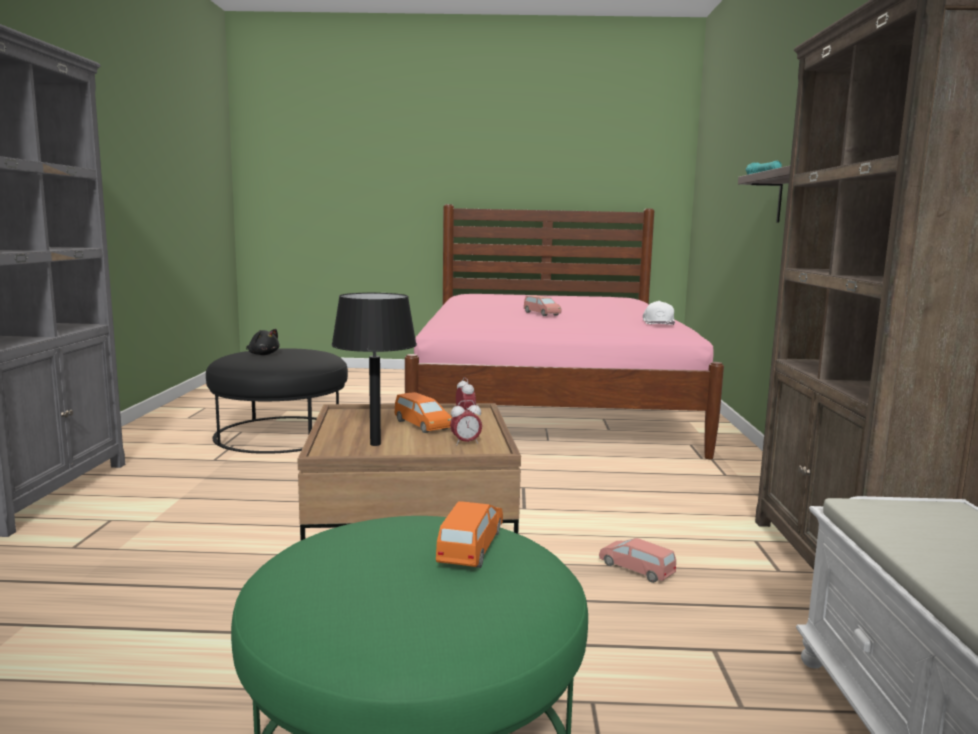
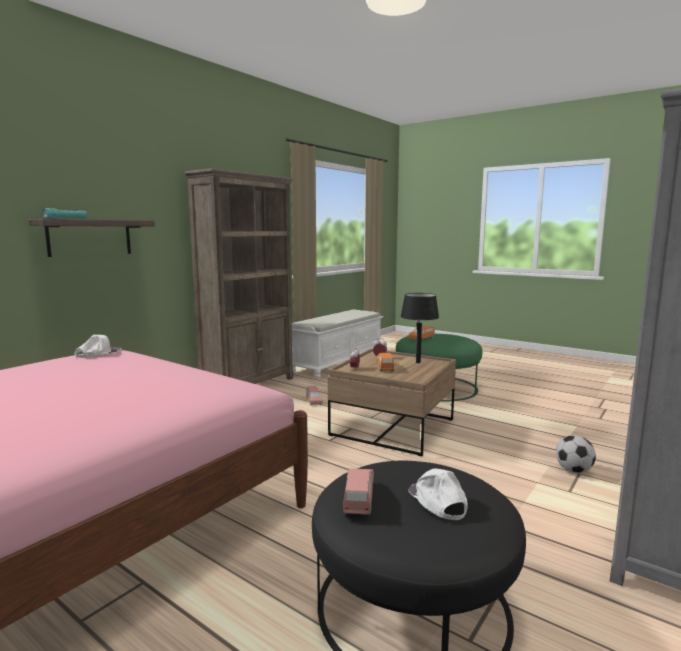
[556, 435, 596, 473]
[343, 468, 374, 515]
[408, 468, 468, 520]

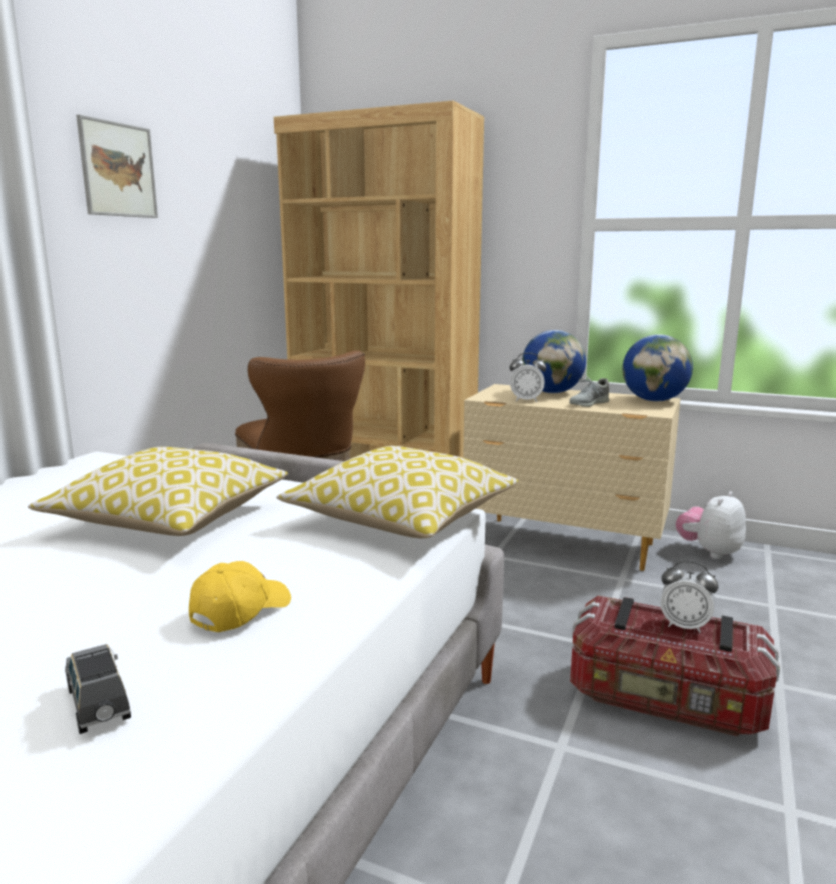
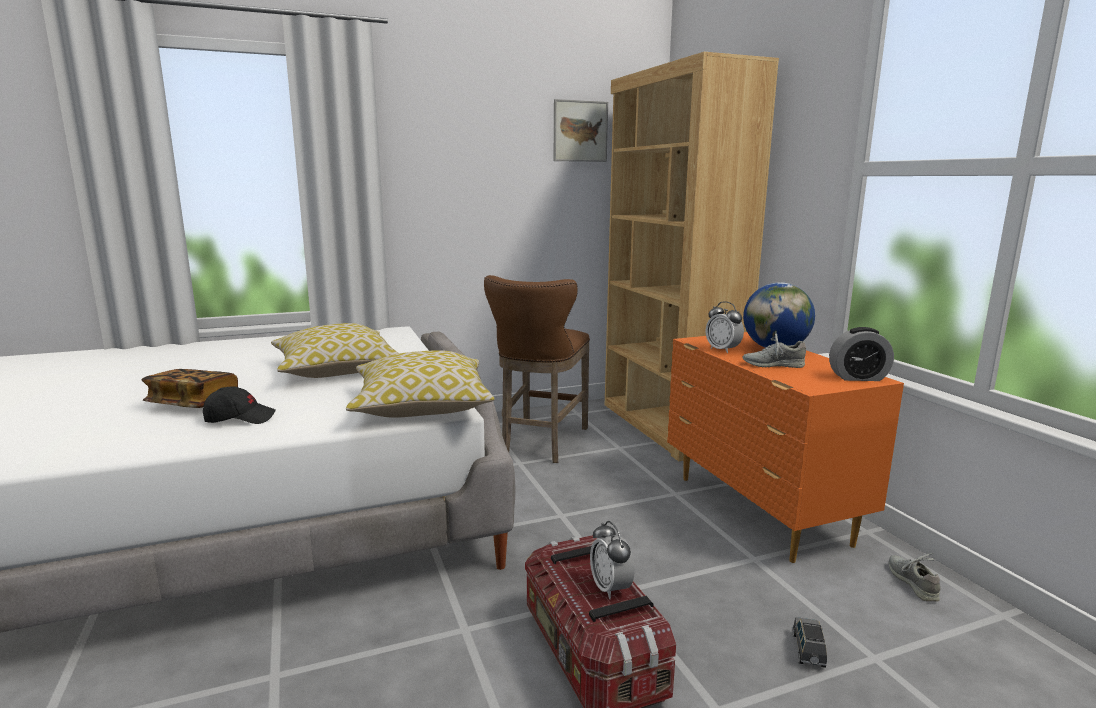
[142, 369, 238, 408]
[793, 617, 827, 668]
[554, 99, 608, 162]
[829, 327, 894, 381]
[889, 553, 941, 601]
[203, 386, 276, 424]
[667, 332, 904, 563]

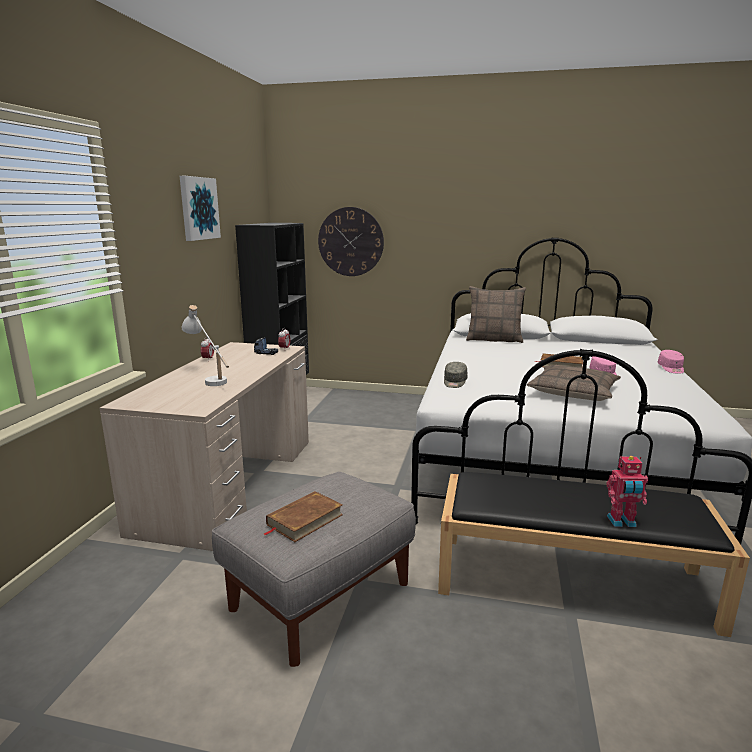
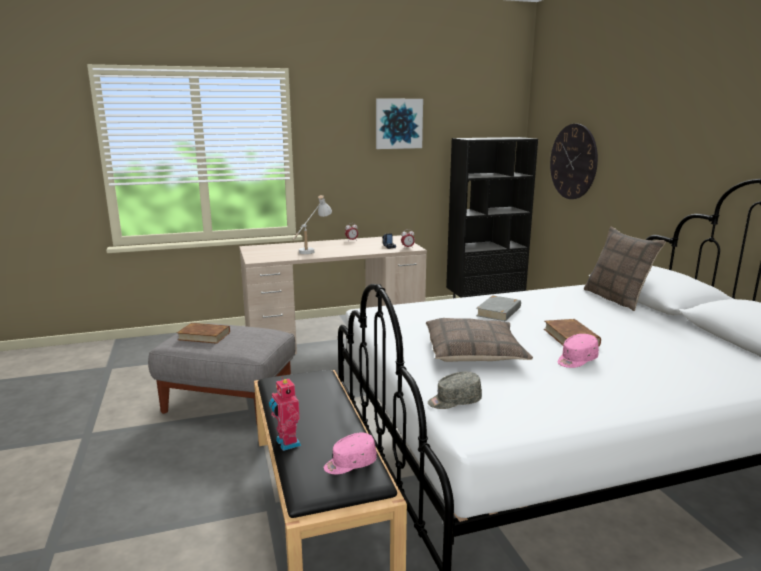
[476, 295, 521, 321]
[428, 372, 482, 409]
[324, 433, 377, 474]

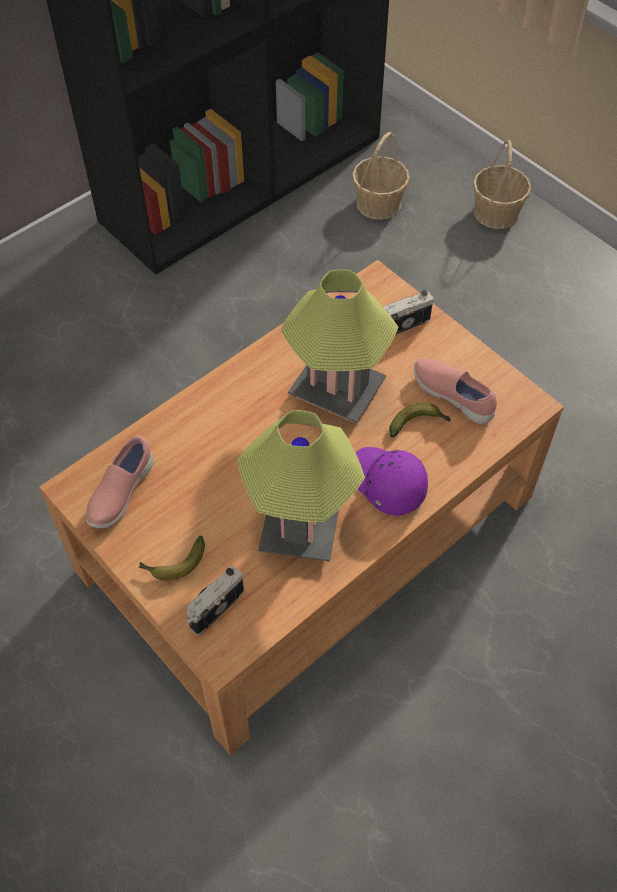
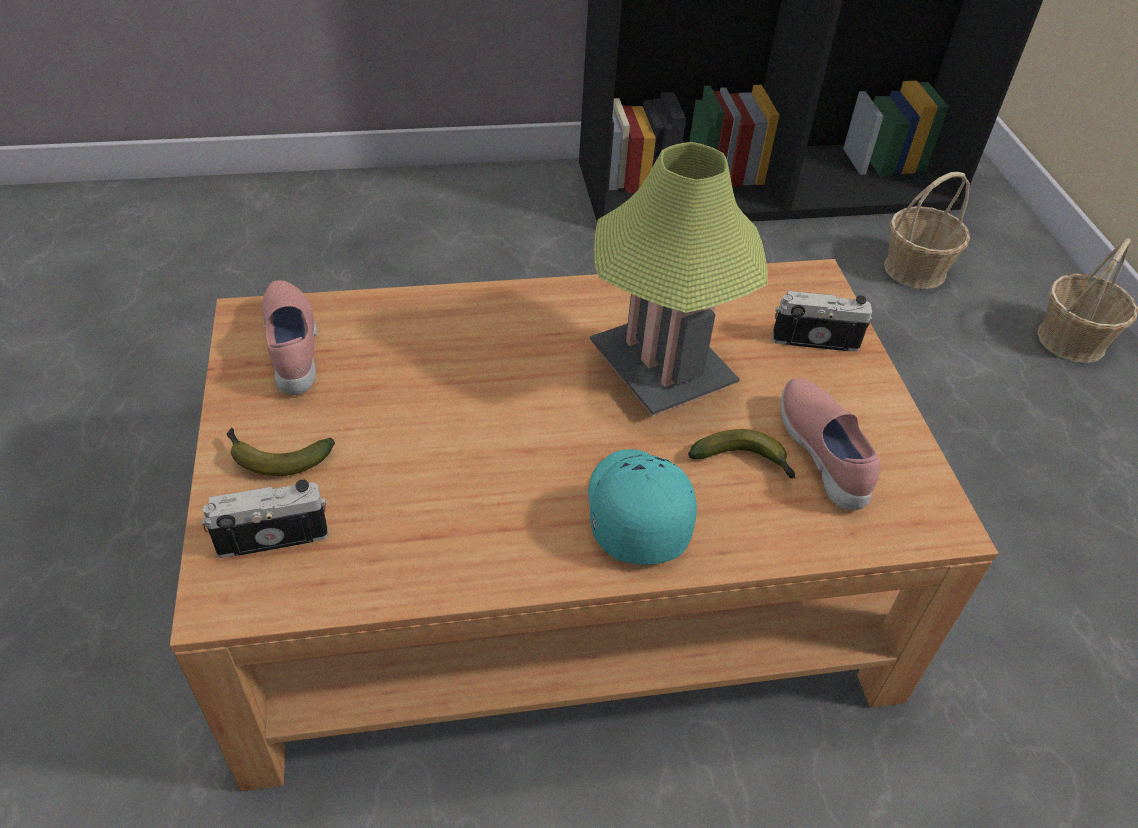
[237, 410, 365, 562] (first image)
[588, 449, 697, 565]
[262, 280, 317, 395]

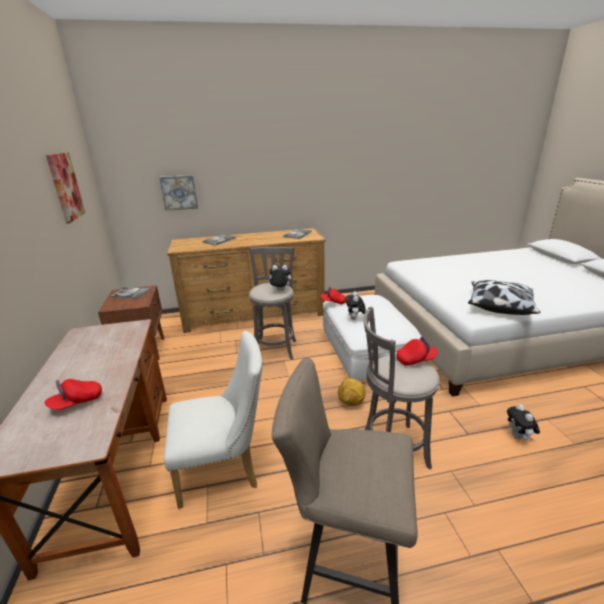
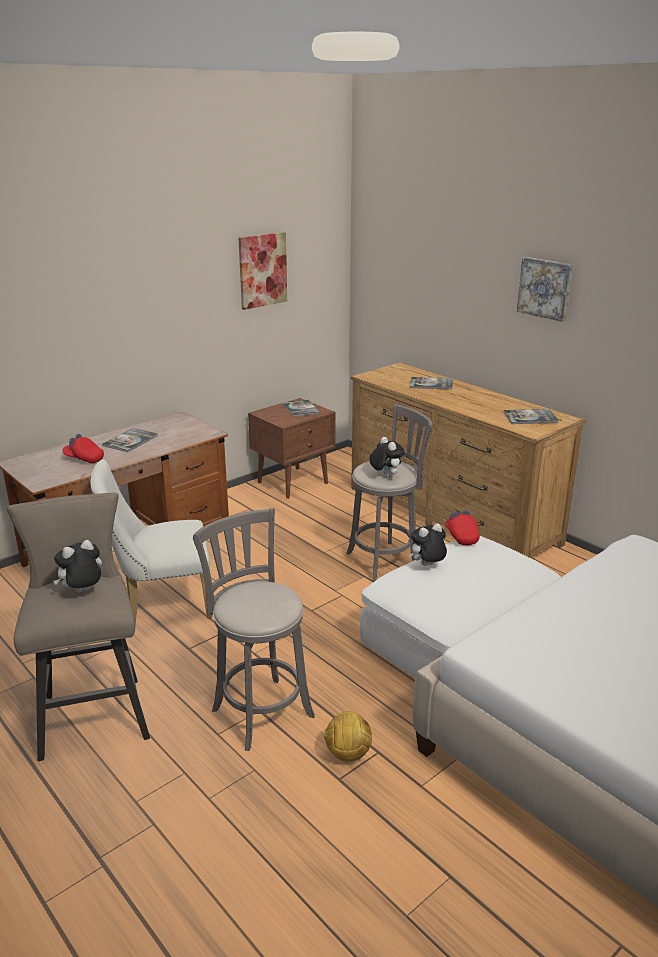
[396, 336, 438, 366] (first image)
[468, 280, 541, 315] (first image)
[102, 428, 158, 452]
[517, 257, 573, 322]
[324, 712, 372, 762]
[53, 540, 102, 592]
[90, 460, 212, 624]

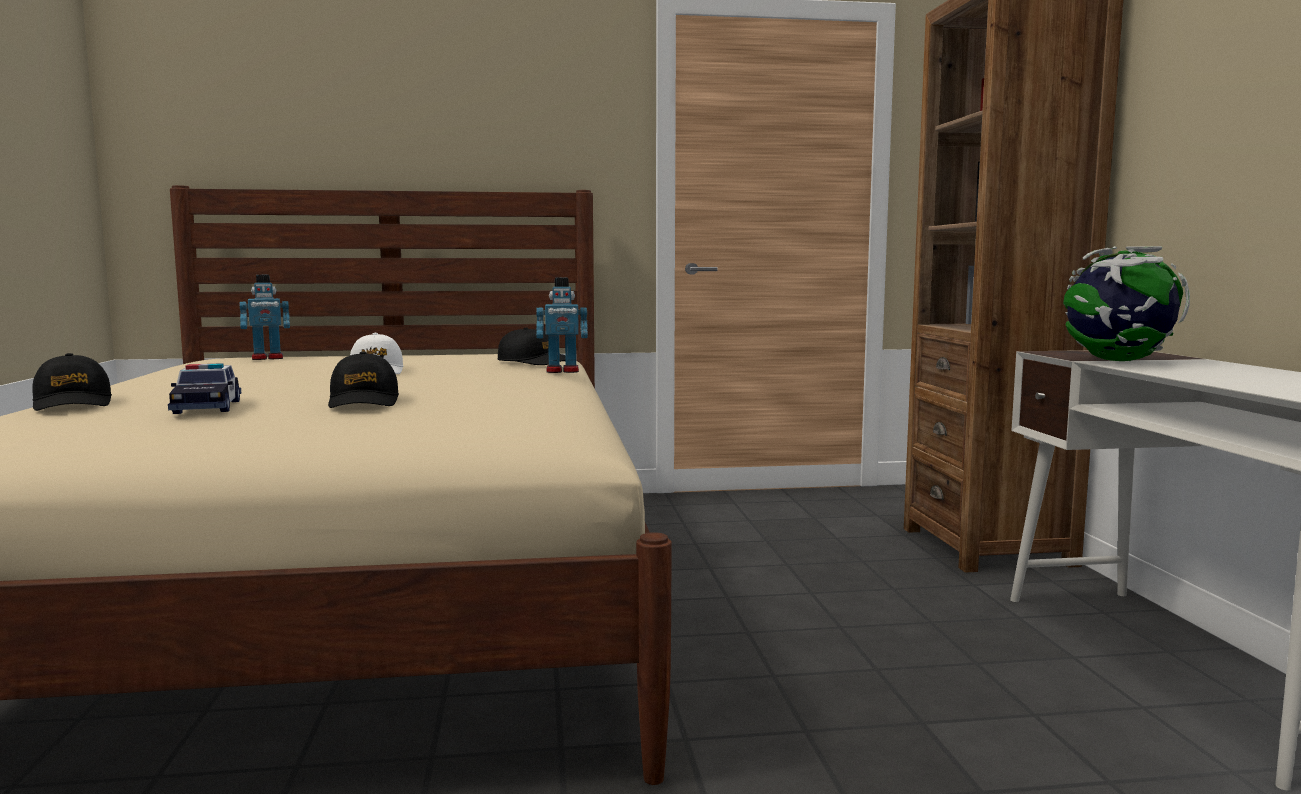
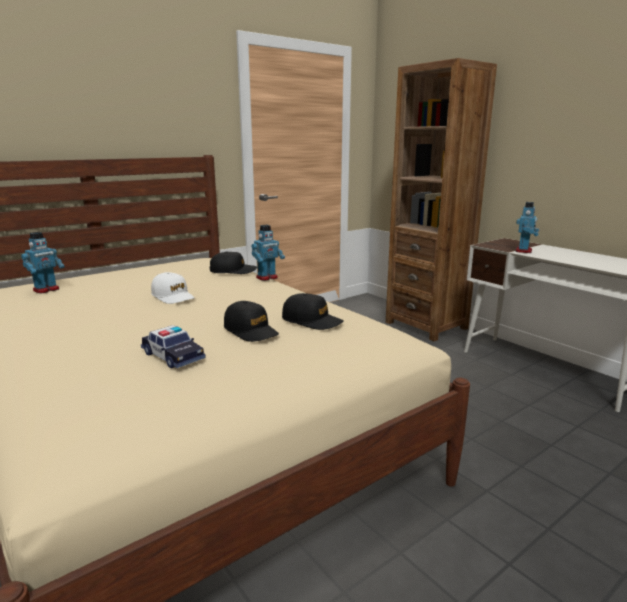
[282, 293, 344, 330]
[516, 202, 539, 253]

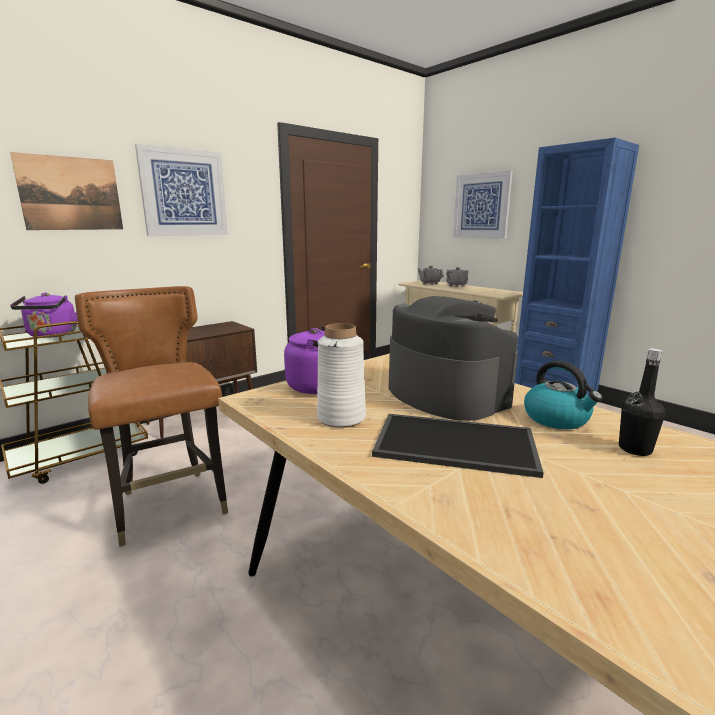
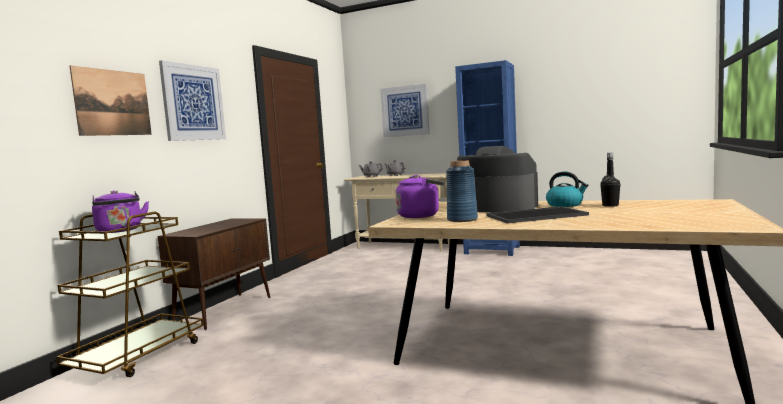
[75, 286, 228, 547] (first image)
[446, 160, 478, 222]

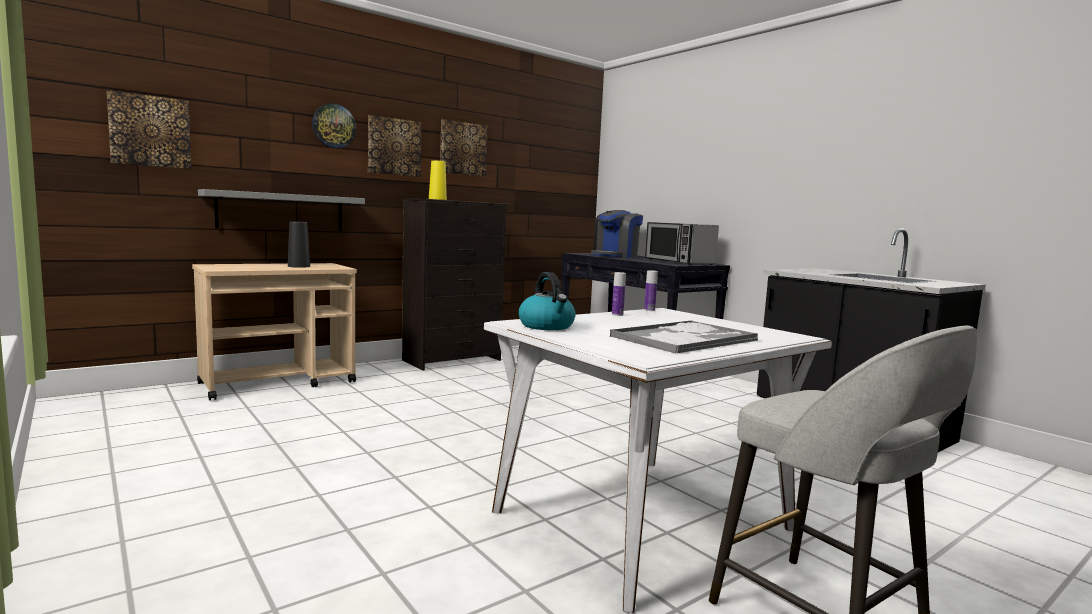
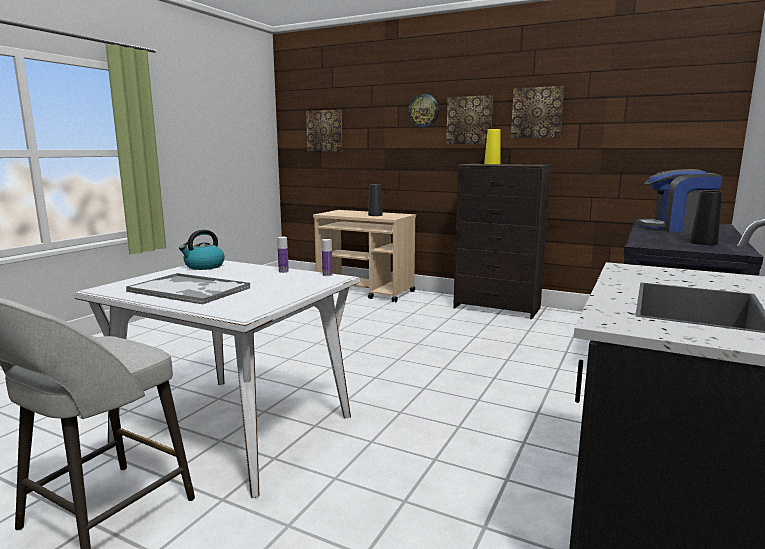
[198, 189, 365, 231] (first image)
[690, 191, 722, 245]

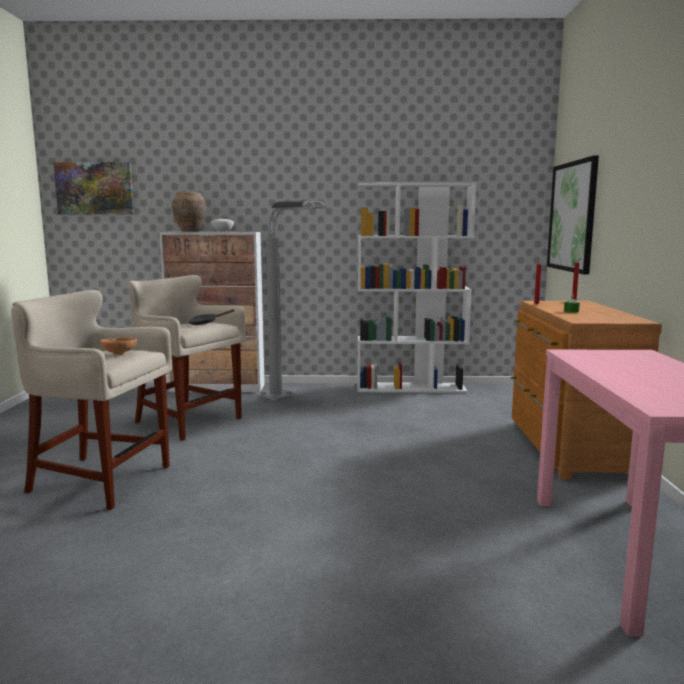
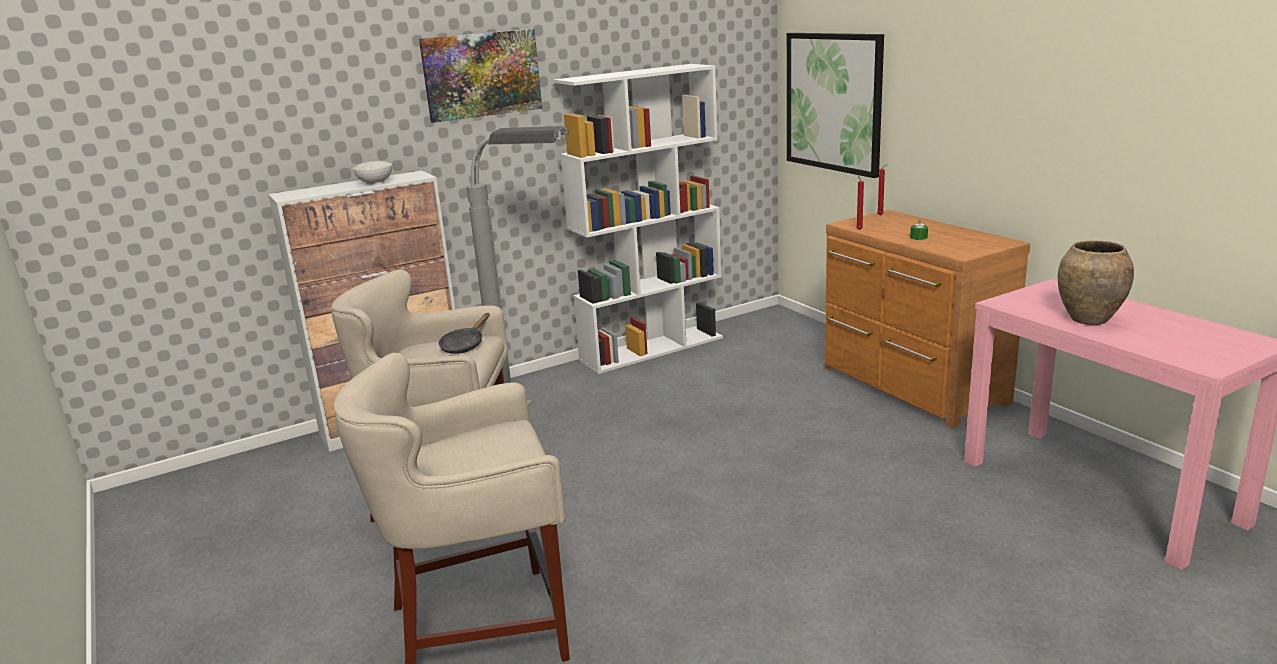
[100, 338, 137, 355] (first image)
[419, 29, 542, 123]
[1058, 240, 1134, 325]

